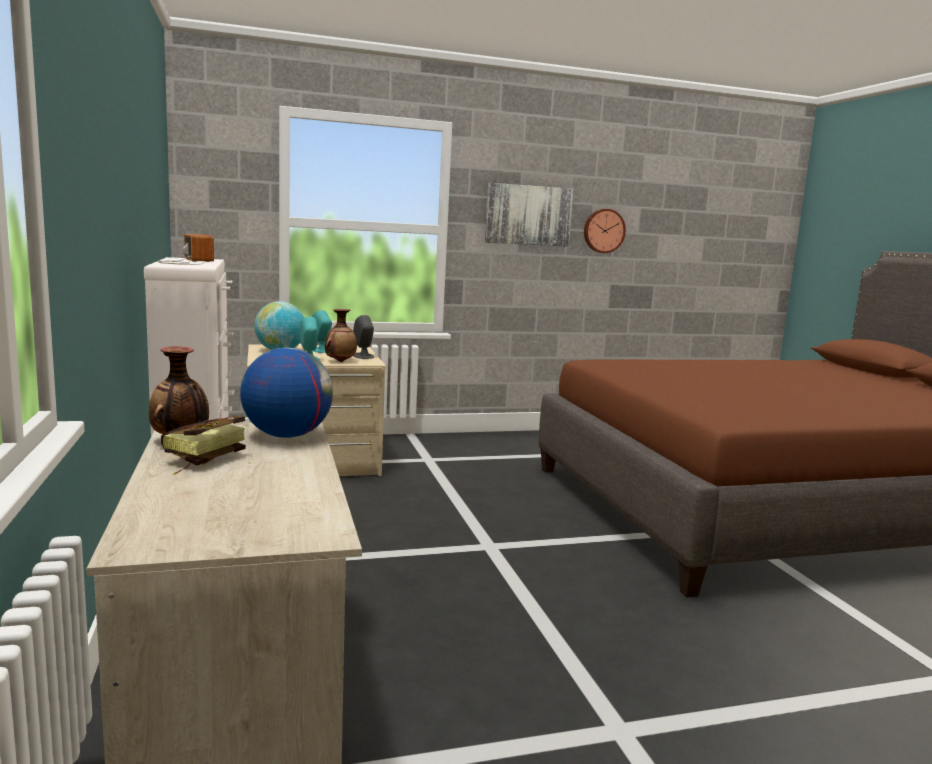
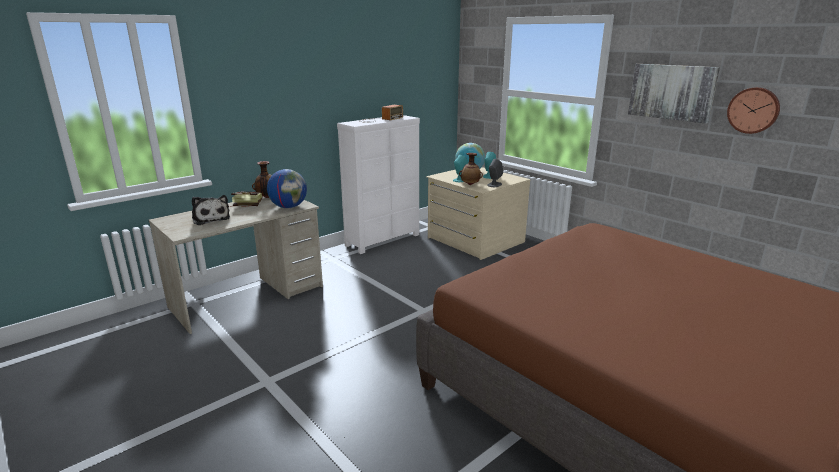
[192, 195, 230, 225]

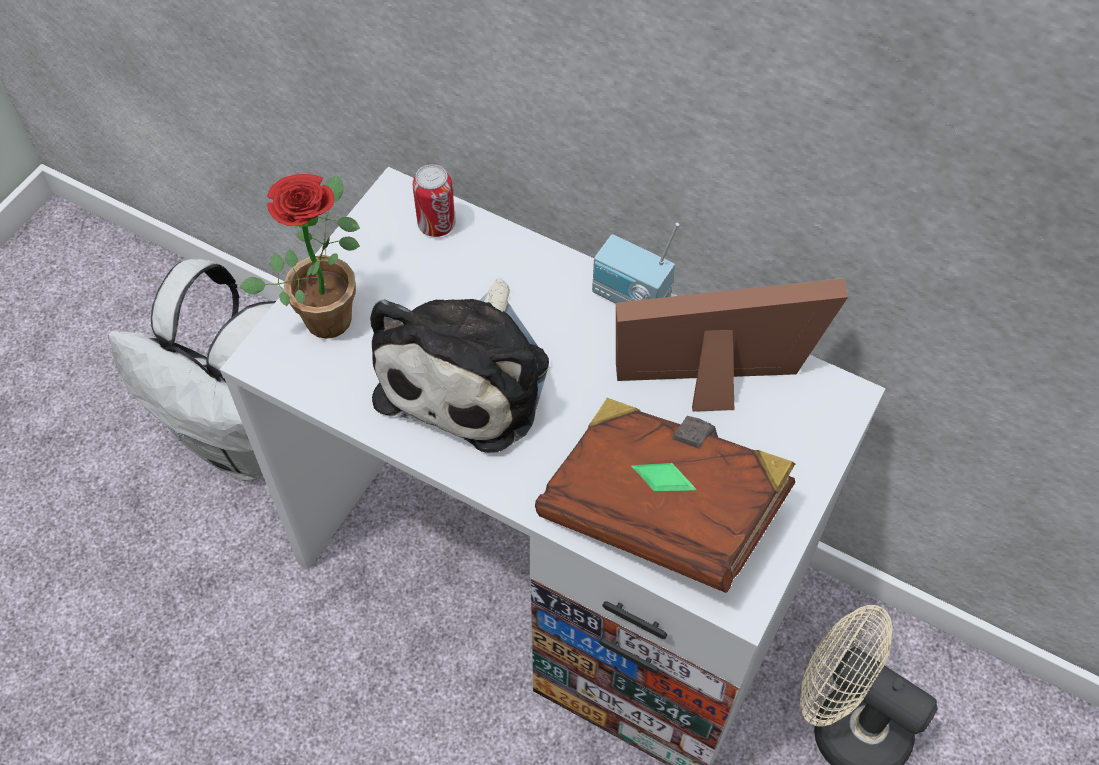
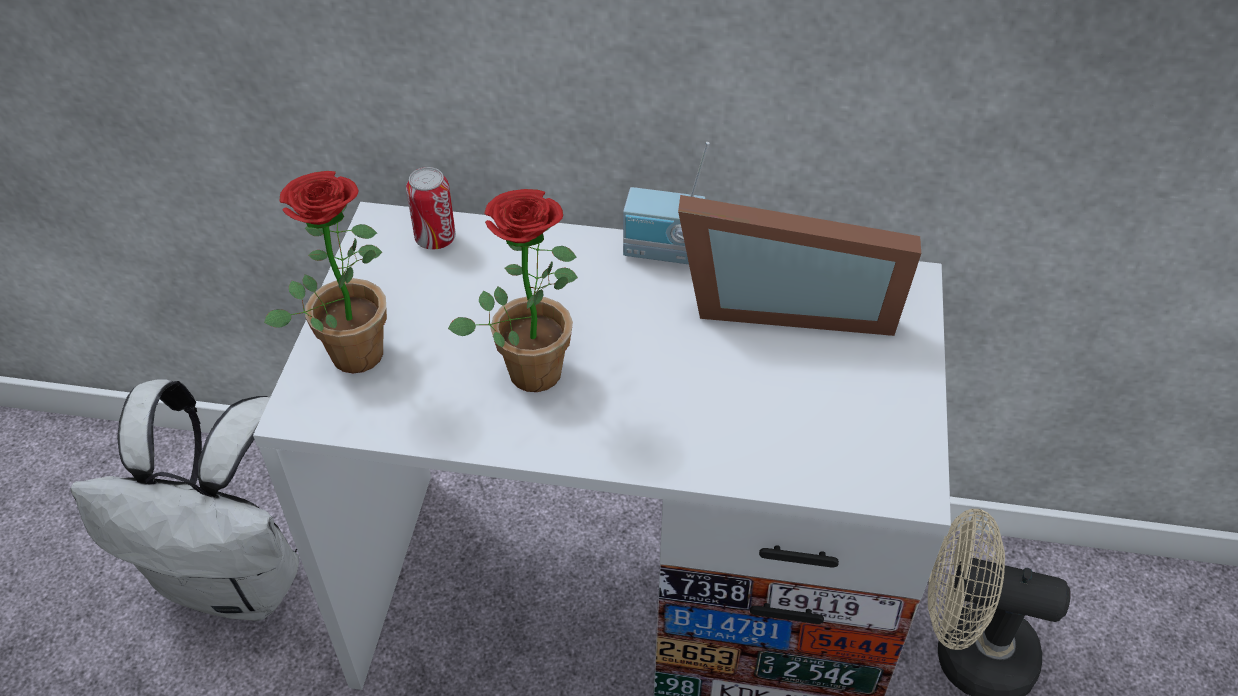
[535, 398, 795, 593] (first image)
[448, 189, 578, 392]
[678, 195, 921, 336]

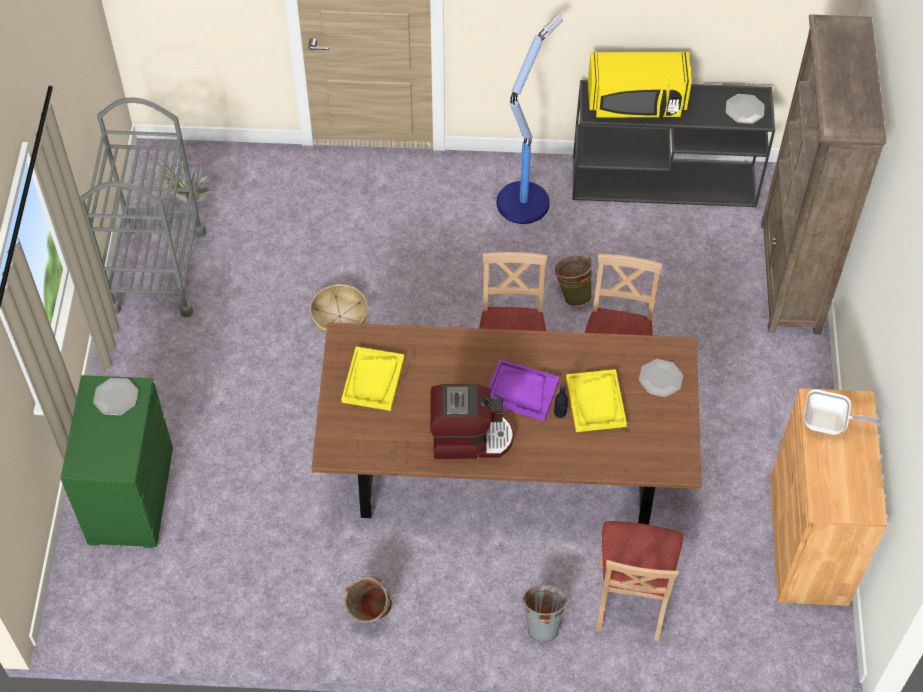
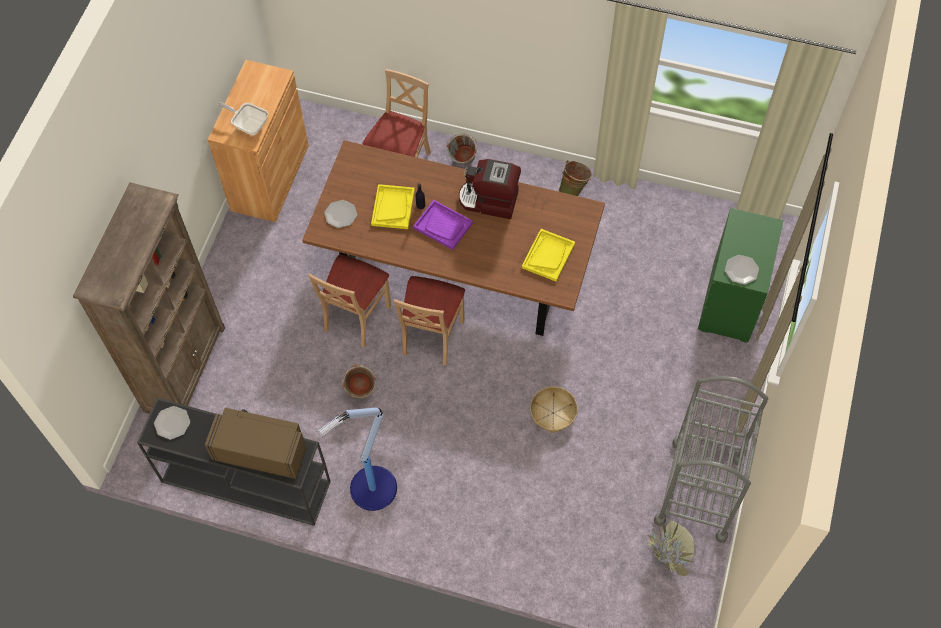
[205, 408, 307, 479]

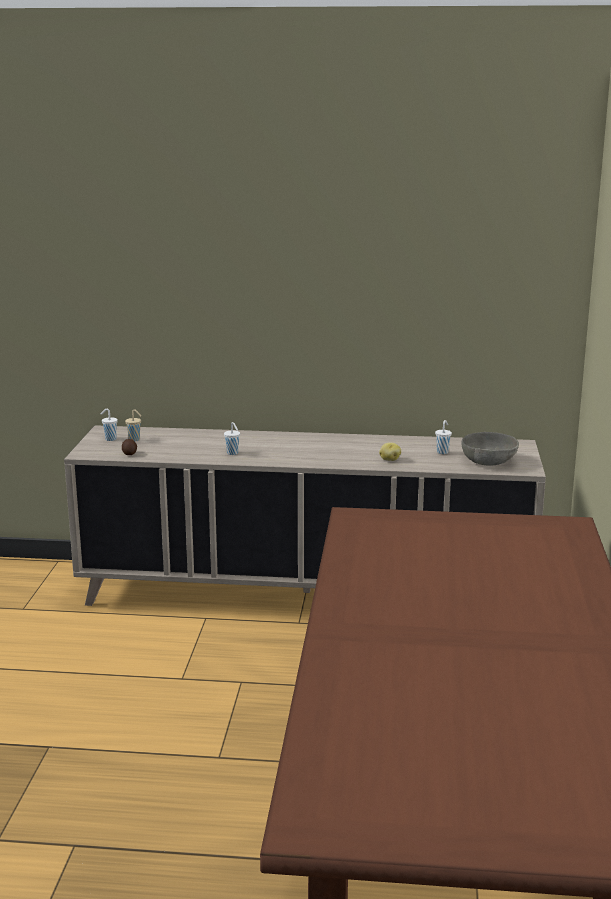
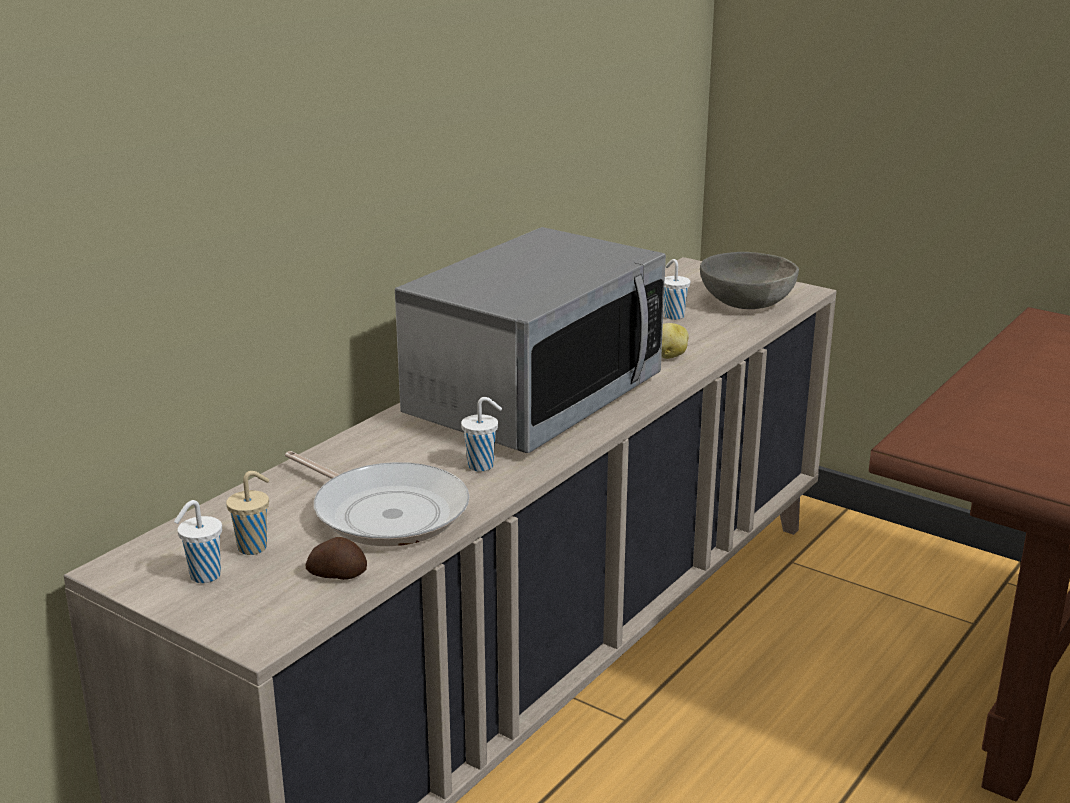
[285, 451, 469, 546]
[395, 227, 666, 453]

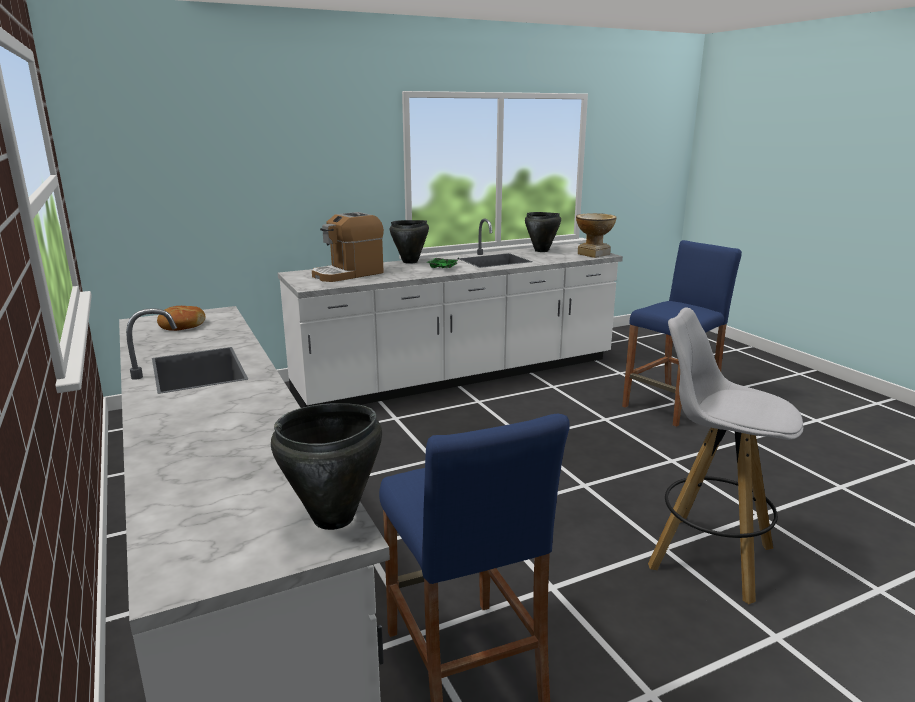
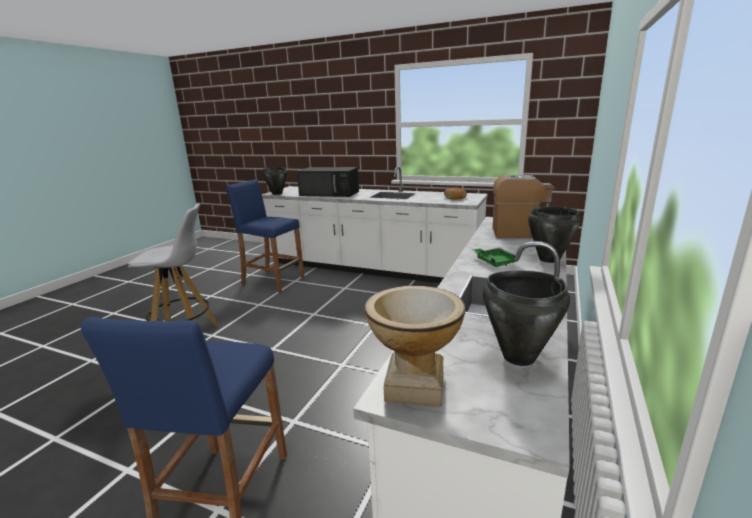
[297, 167, 359, 197]
[493, 175, 555, 238]

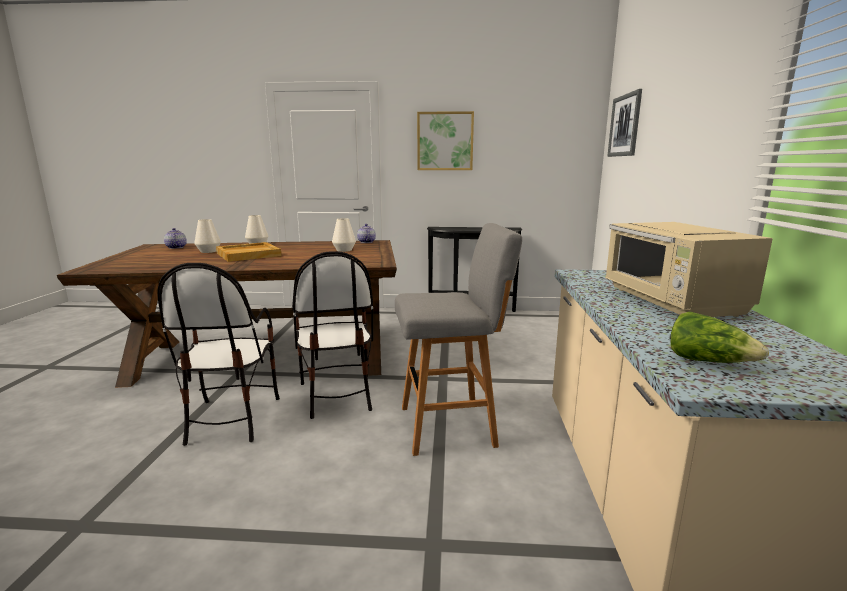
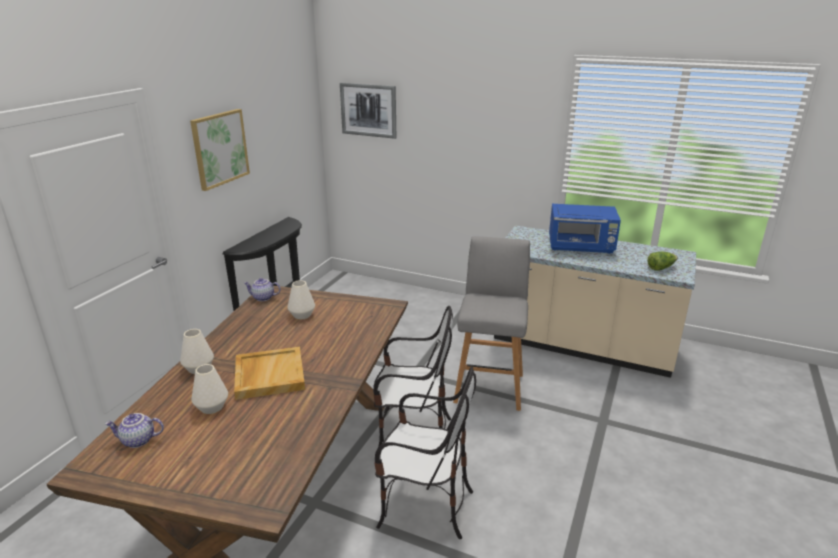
[549, 204, 621, 254]

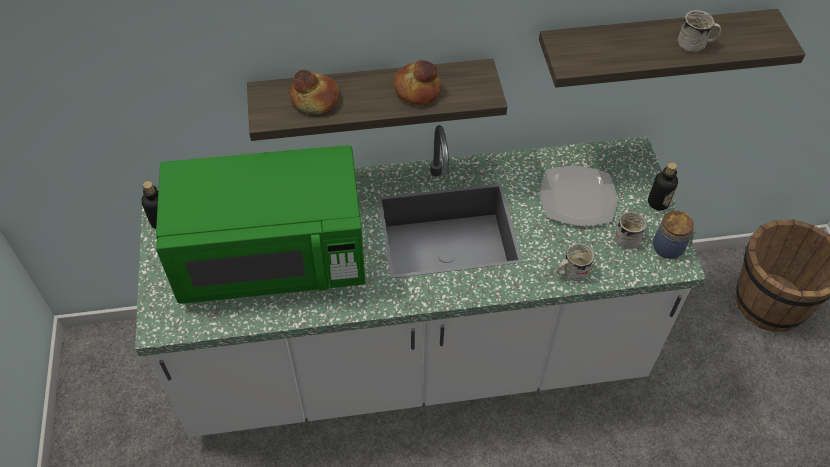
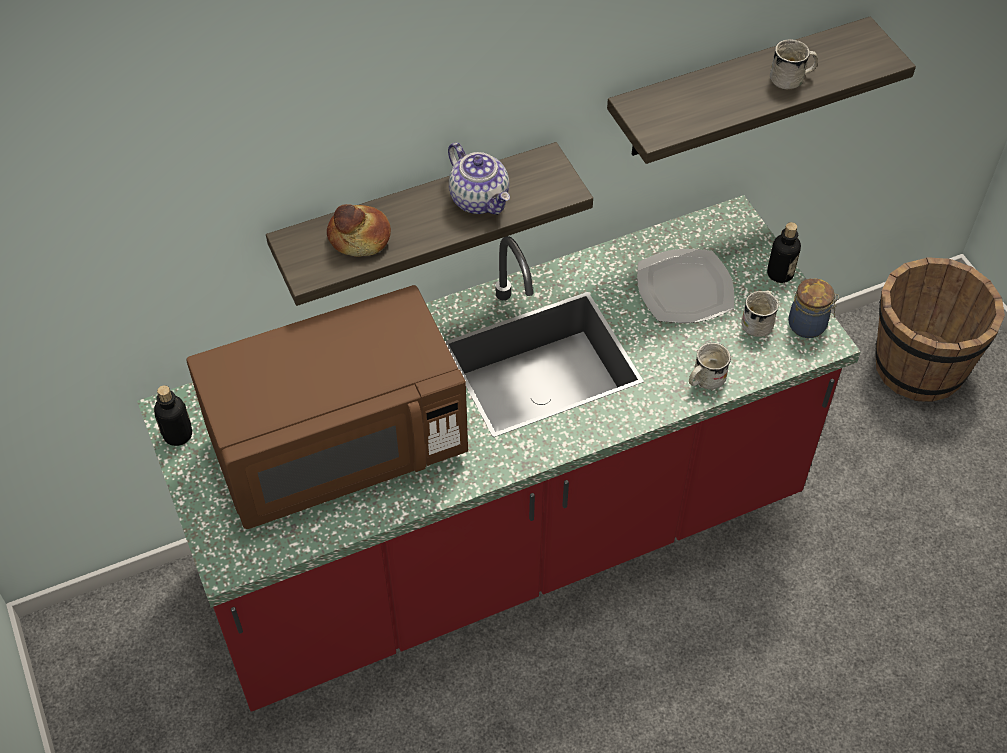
[448, 142, 510, 215]
[137, 195, 861, 712]
[186, 285, 468, 529]

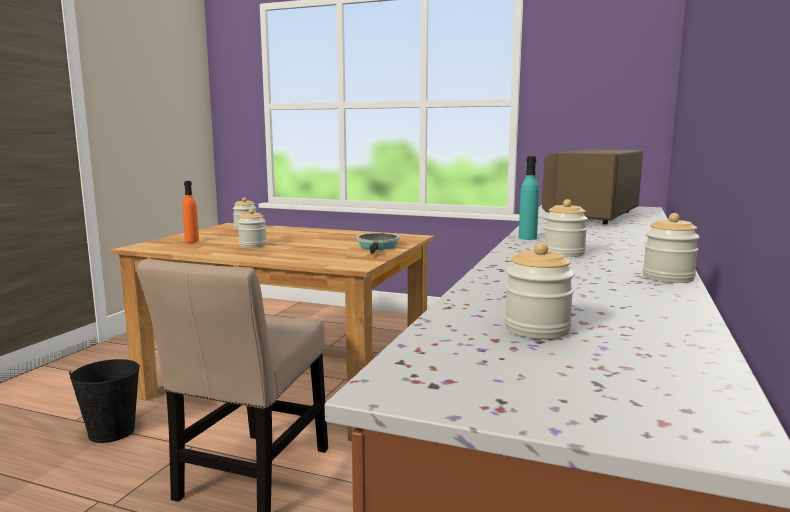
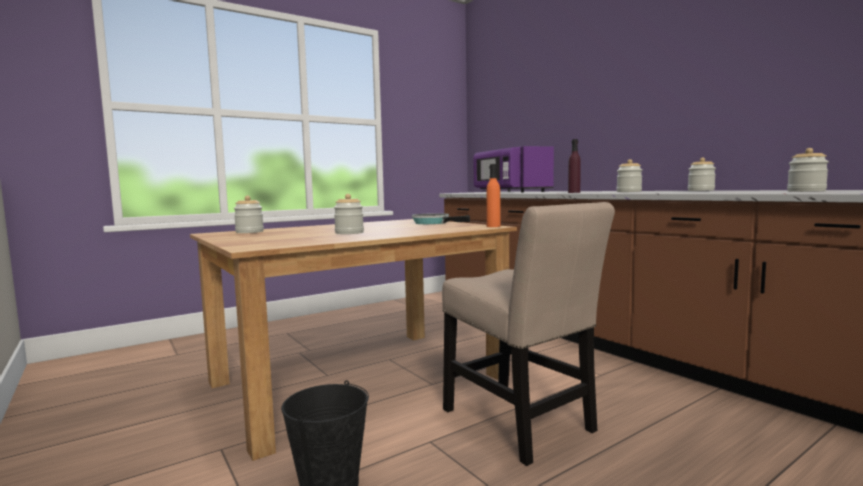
[486, 164, 500, 227]
[568, 139, 581, 193]
[473, 146, 554, 193]

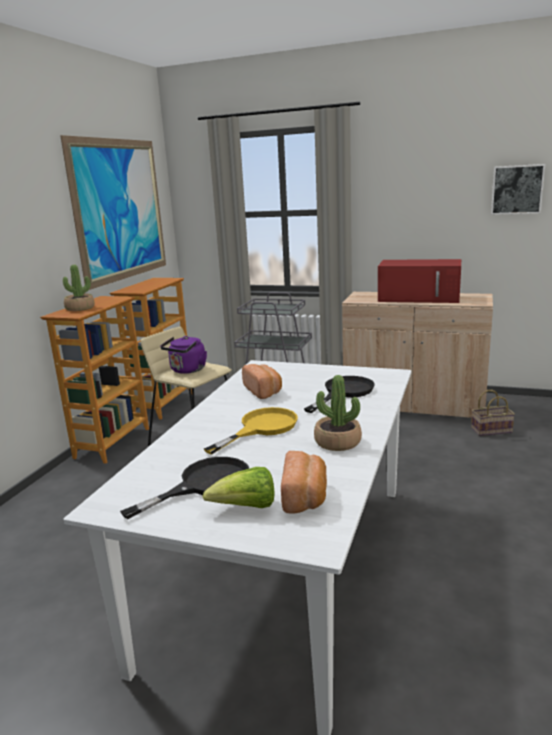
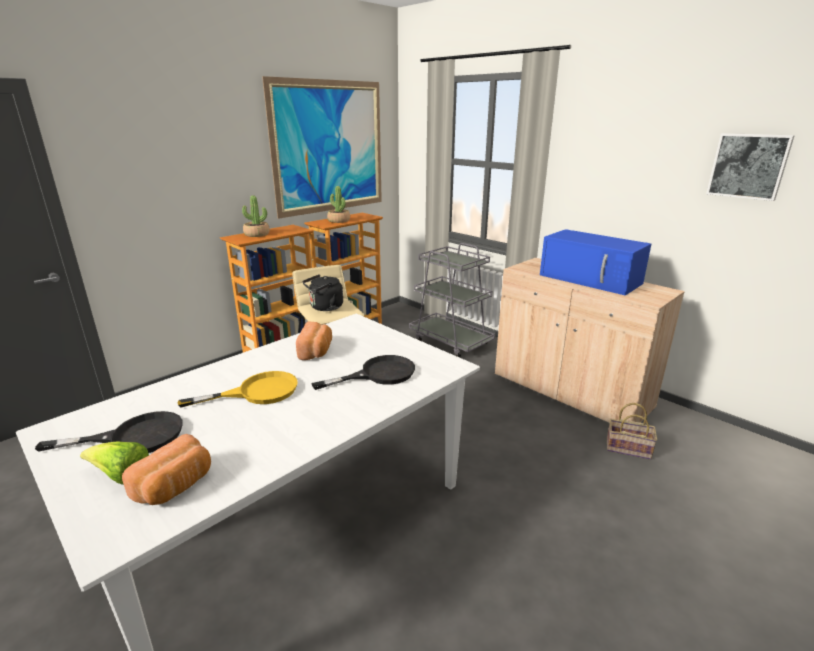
[327, 186, 350, 223]
[303, 274, 343, 311]
[540, 229, 651, 296]

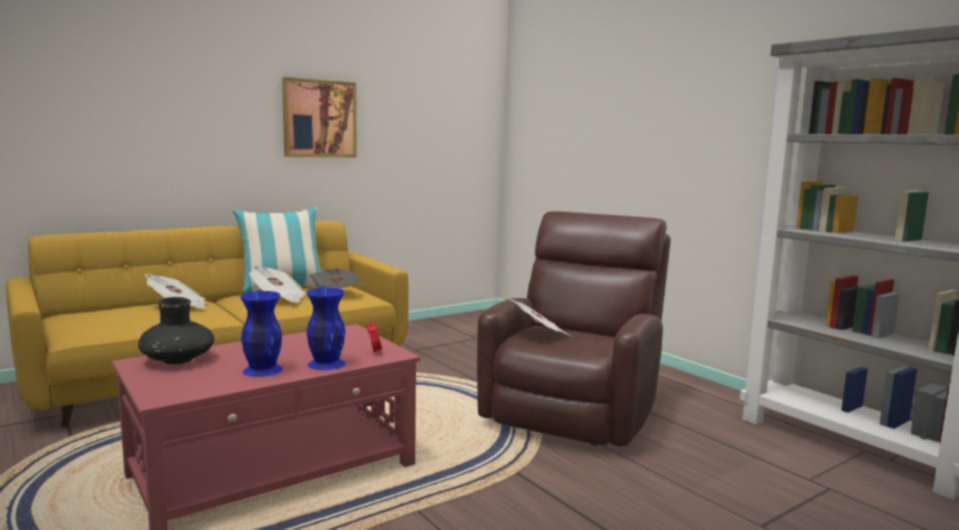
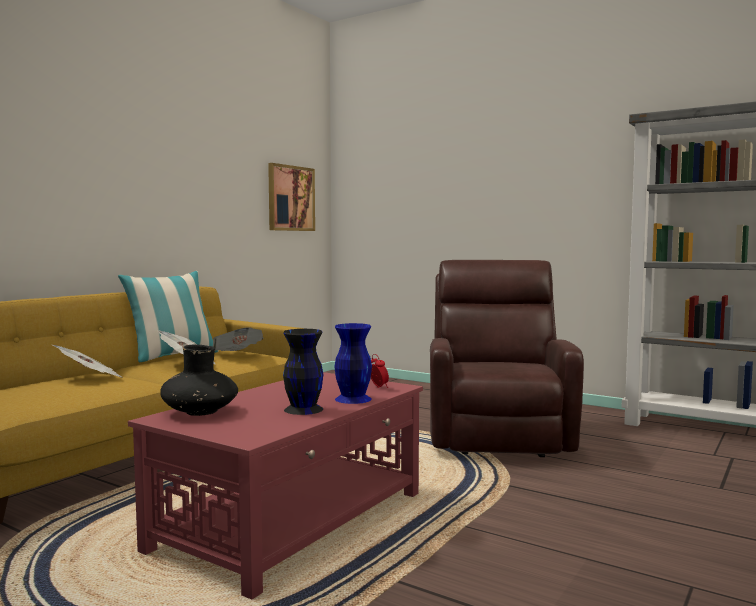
[509, 299, 571, 336] (first image)
[268, 163, 315, 231]
[283, 329, 323, 415]

